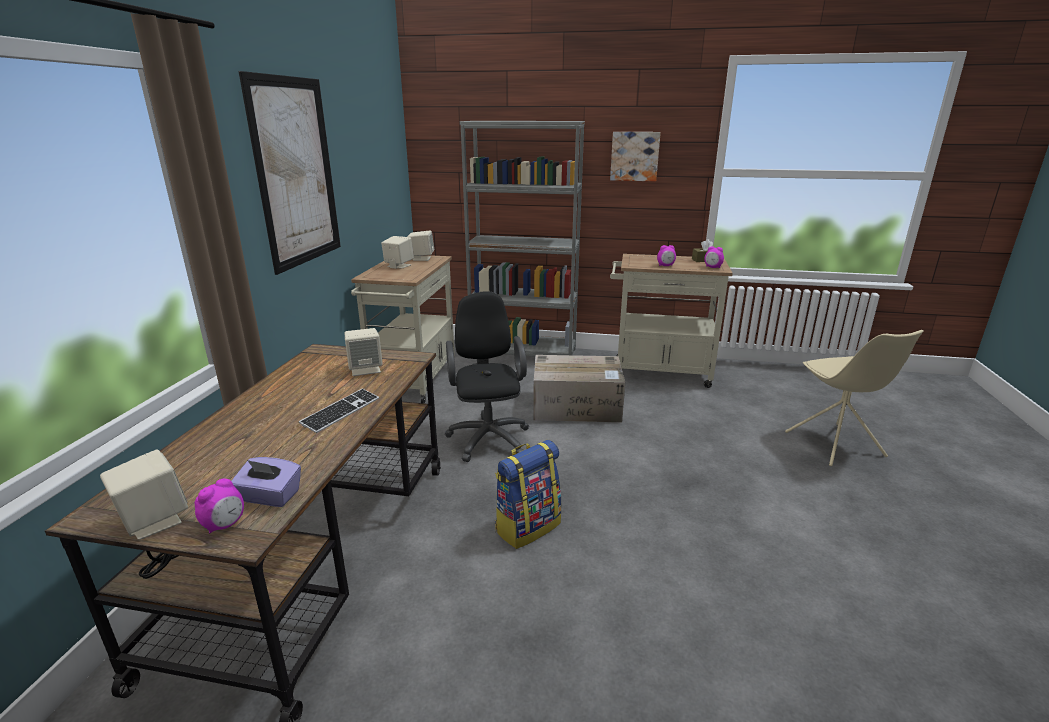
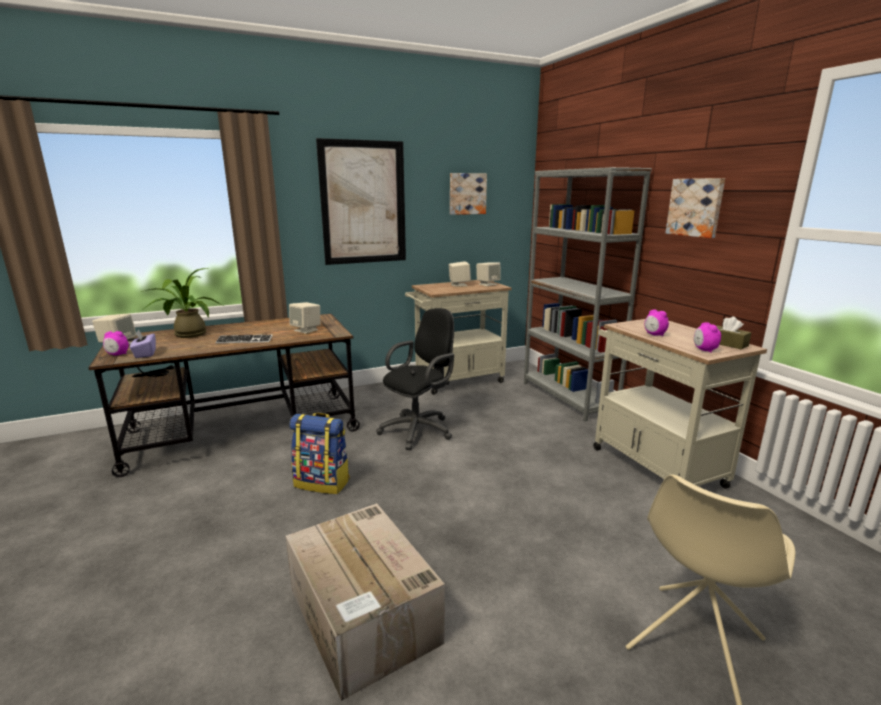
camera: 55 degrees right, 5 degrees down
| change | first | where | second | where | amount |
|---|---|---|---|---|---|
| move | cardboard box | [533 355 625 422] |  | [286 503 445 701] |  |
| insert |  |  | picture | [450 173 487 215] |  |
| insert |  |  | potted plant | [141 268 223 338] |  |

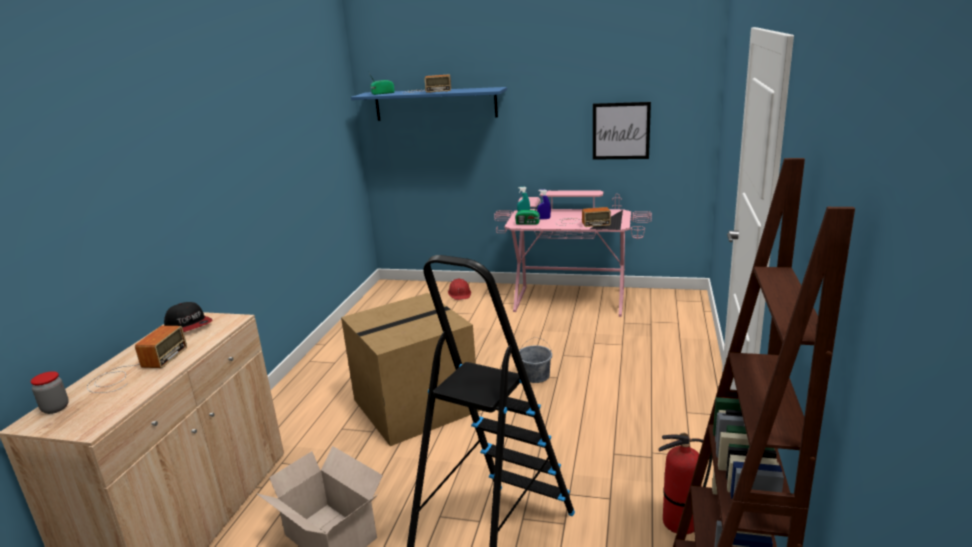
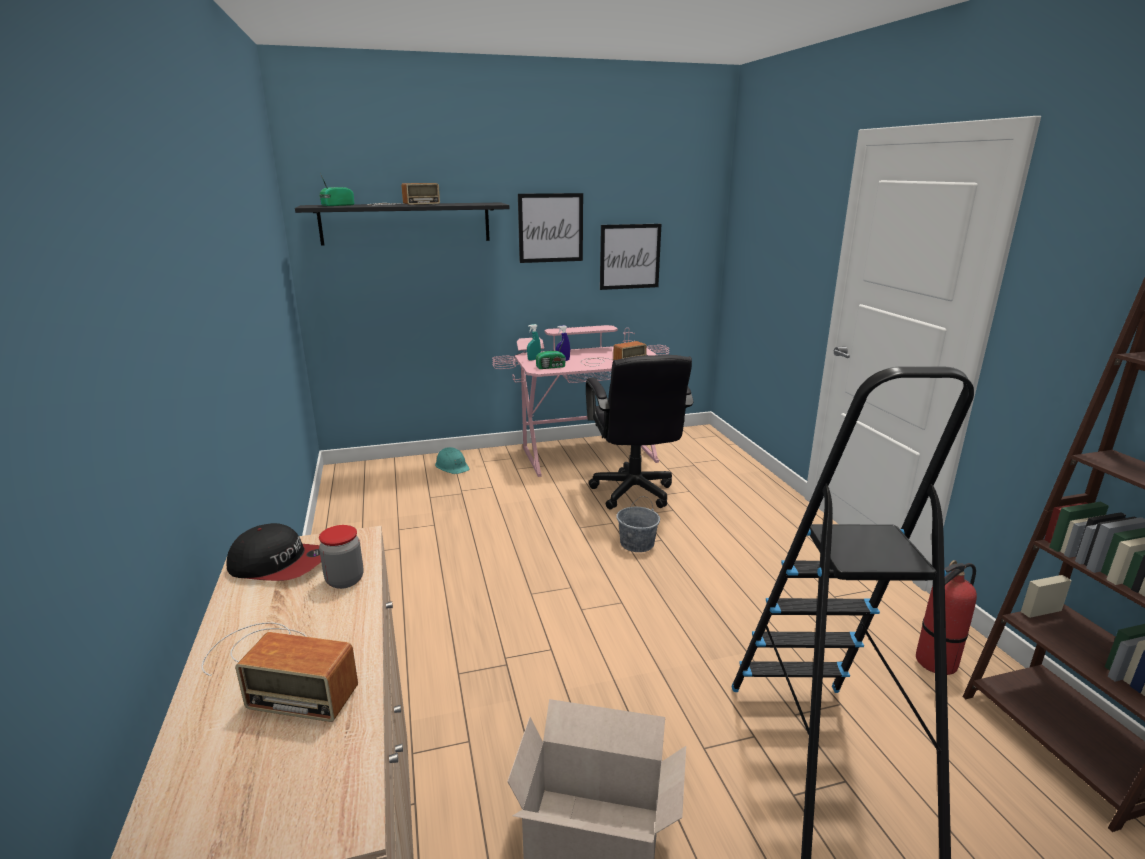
camera: 30 degrees left, 0 degrees up
| change | first | where | second | where | amount |
|---|---|---|---|---|---|
| recolor | blue shelf | [351 87 507 121] | black shelf | [295 203 509 245] |  |
| recolor | red hard hat | [448 278 471 300] | turquoise hard hat | [435 447 470 474] |  |
| delete | cardboard box | [341 293 480 446] |  |  |  |
| rotate | radio | [87 326 187 393] |  | [201 622 358 722] | 120 degrees clockwise |
| move | jar | [30 371 69 414] |  | [319 525 363 589] |  |
| insert |  |  | picture | [518 193 583 263] |  |
| insert |  |  | black office chair | [586 355 693 509] |  |

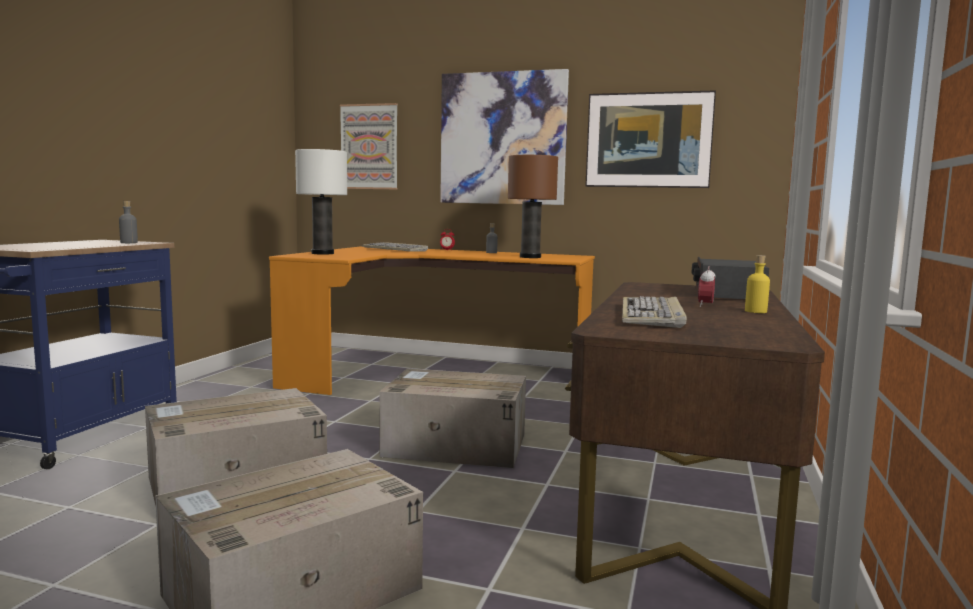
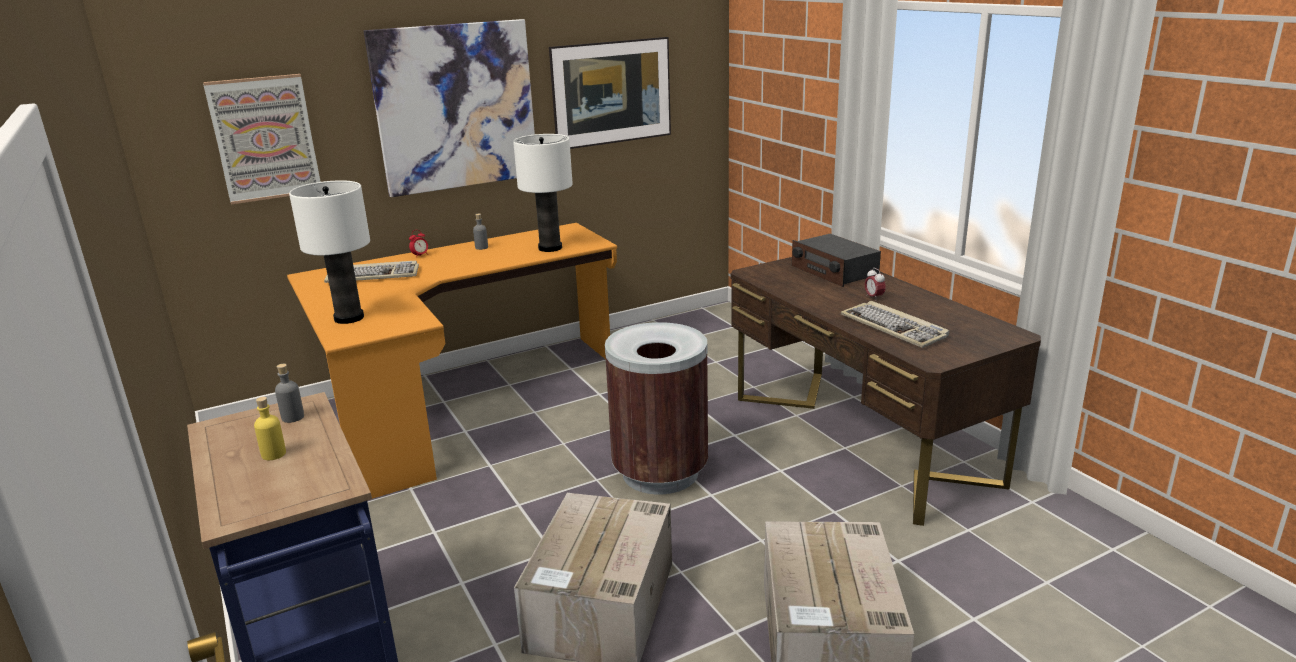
camera: 45 degrees left, 15 degrees up
| change | first | where | second | where | amount |
|---|---|---|---|---|---|
| recolor | brown table lamp | [508 155 558 258] | white table lamp | [513 134 573 252] |  |
| move | yellow bottle | [745 255 770 313] |  | [254 397 286 460] |  |
| replace | cardboard box | [379 369 526 468] | brown trash can | [605 322 708 494] |  |

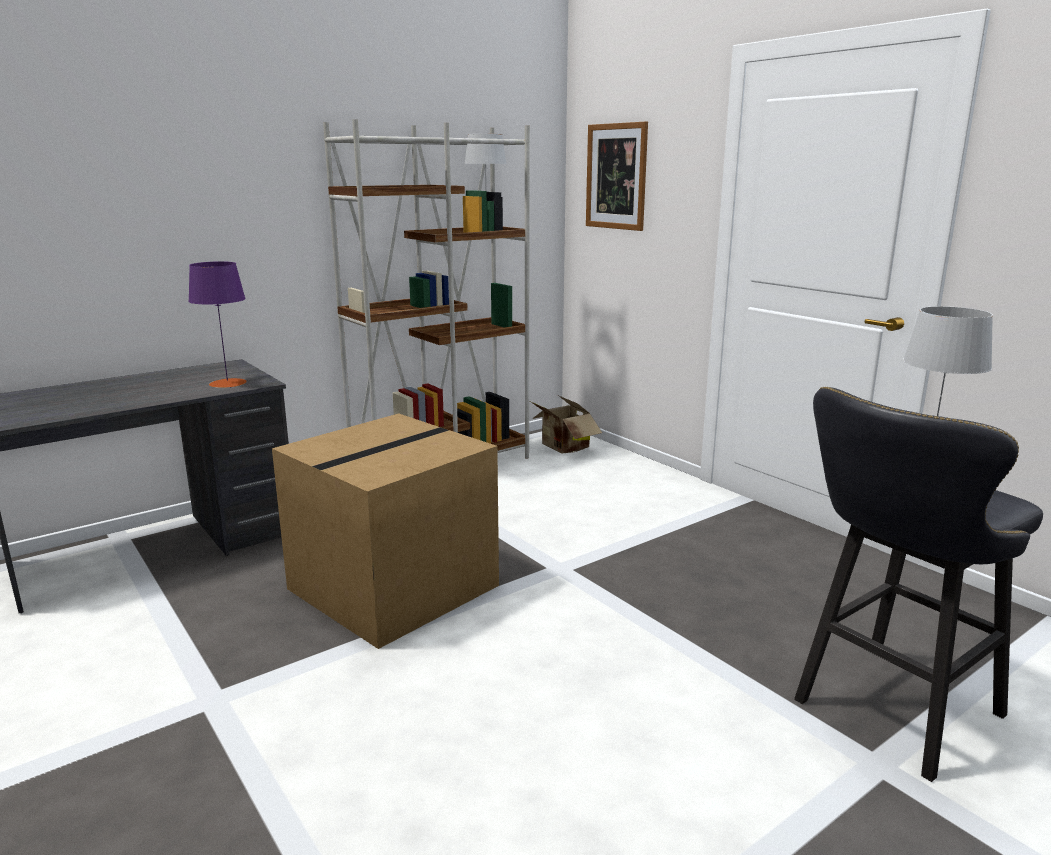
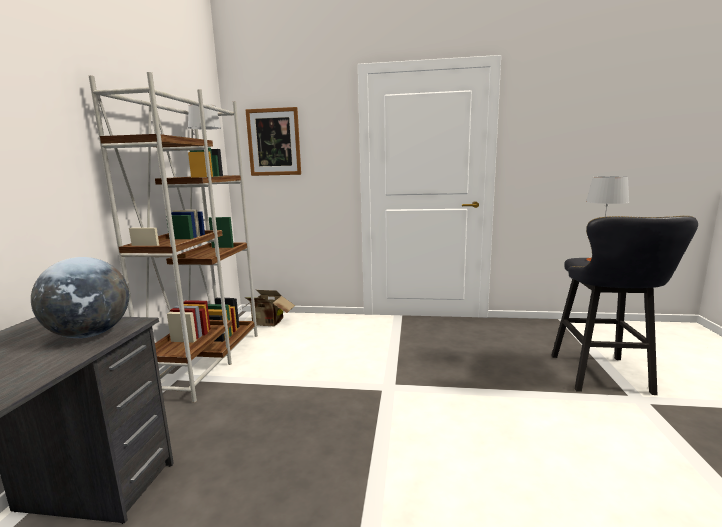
camera: 45 degrees left, 5 degrees down
| change | first | where | second | where | amount |
|---|---|---|---|---|---|
| replace | purple table lamp | [188 261 247 388] | globe | [31 257 129 338] |  |
| delete | cardboard box | [272 413 499 649] |  |  |  |

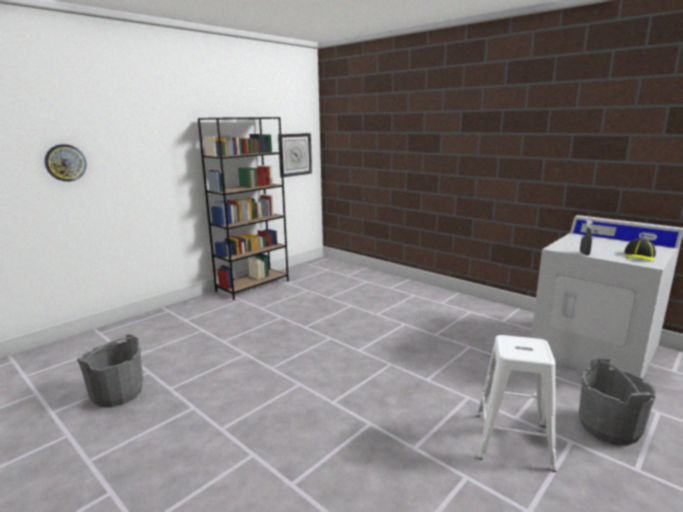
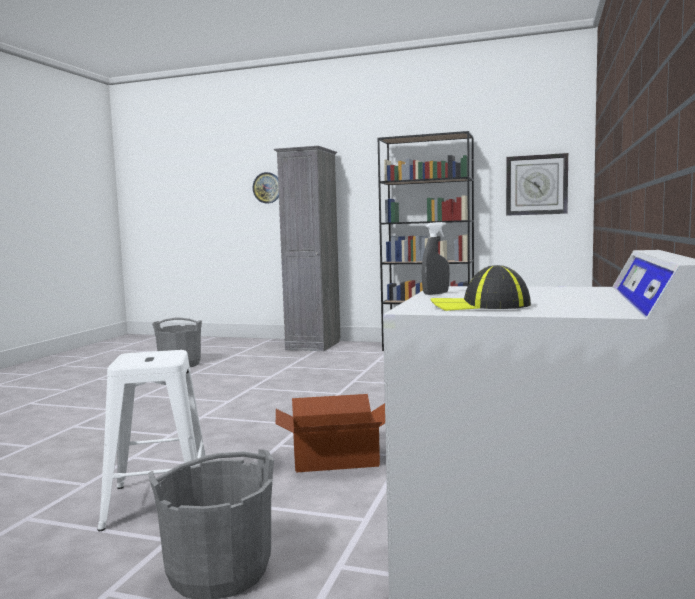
camera: 65 degrees right, 10 degrees down
| change | first | where | second | where | amount |
|---|---|---|---|---|---|
| insert |  |  | grey cabinet | [274 146 340 351] |  |
| insert |  |  | cardboard box | [276 394 385 473] |  |

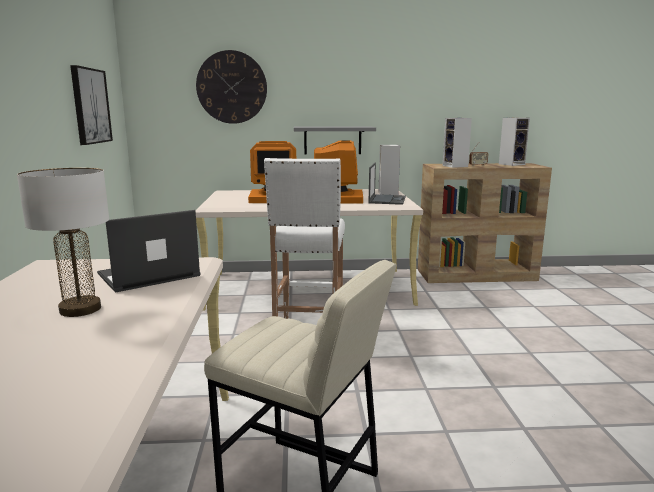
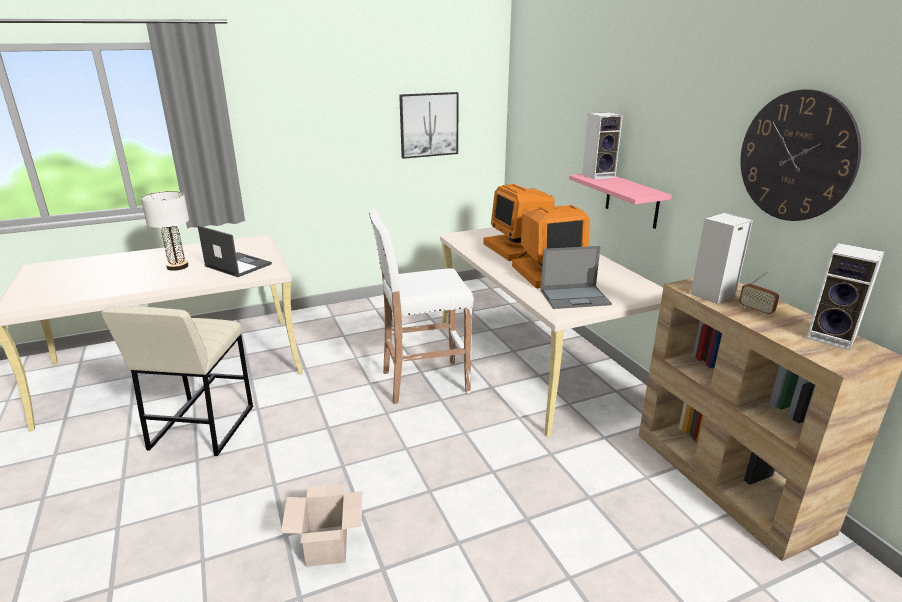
camera: 70 degrees right, 10 degrees up
| change | first | where | second | where | amount |
|---|---|---|---|---|---|
| move | wall clock | [196 50 267 124] |  | [740 89 861 221] |  |
| recolor | grey shelf | [294 126 376 154] | pink shelf | [569 174 672 229] |  |
| move | speaker | [379 145 400 195] |  | [582 112 623 179] |  |
| insert |  |  | cardboard box | [281 484 362 567] |  |

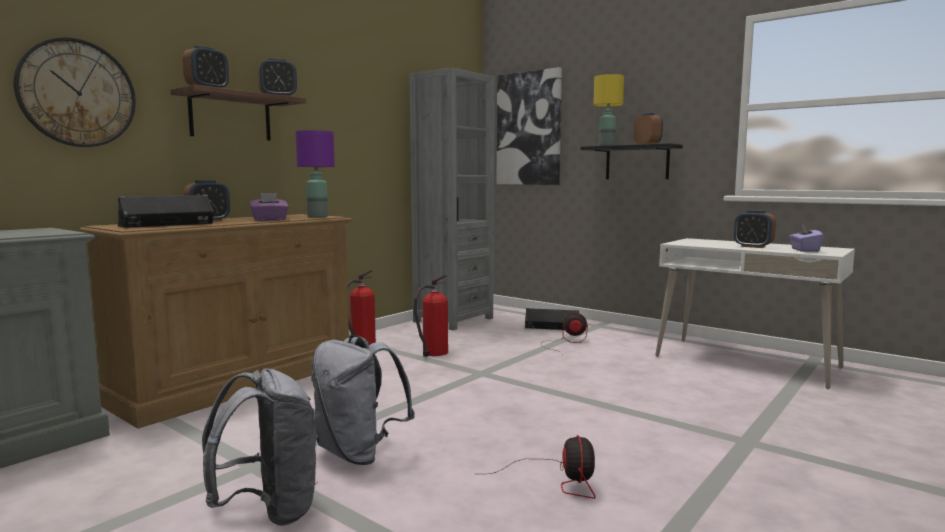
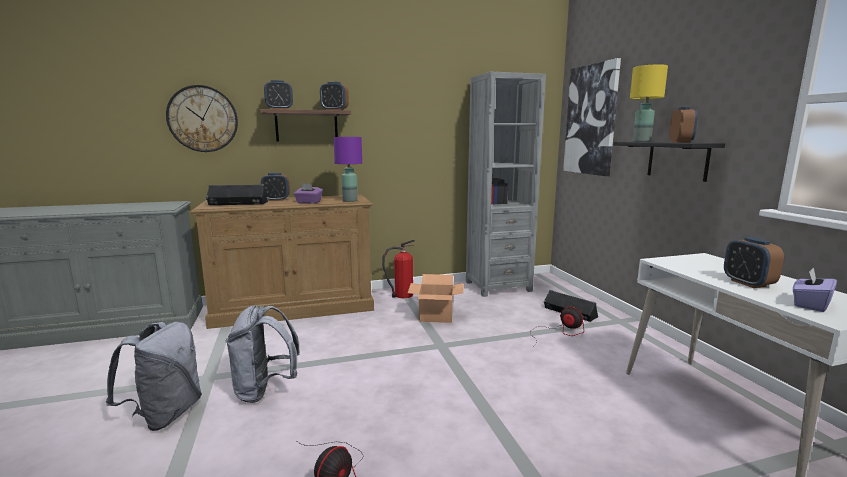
camera: 35 degrees right, 5 degrees up
| change | first | where | second | where | amount |
|---|---|---|---|---|---|
| replace | fire extinguisher | [414 275 448 357] | cardboard box | [408 274 463 323] |  |

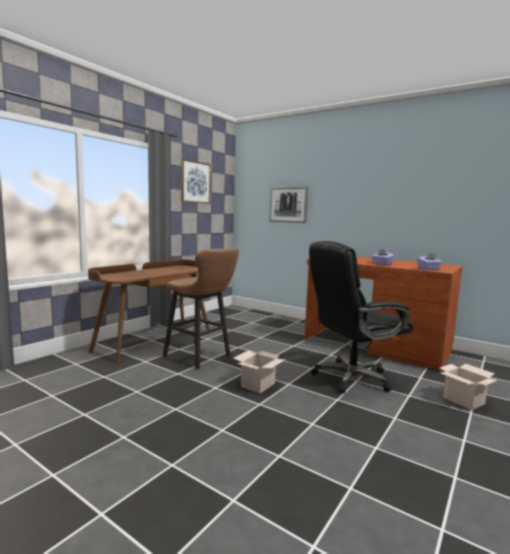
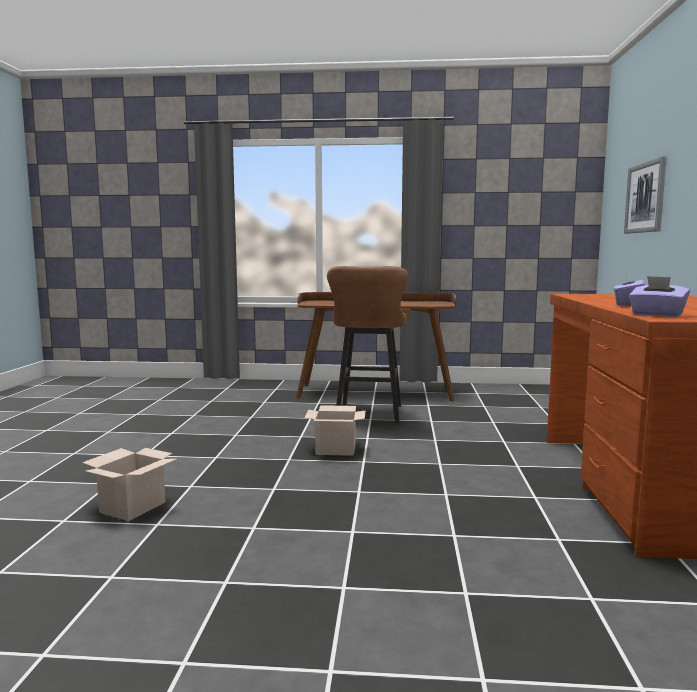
camera: 60 degrees right, 0 degrees up
| change | first | where | second | where | amount |
|---|---|---|---|---|---|
| delete | picture | [181 159 211 204] |  |  |  |
| delete | black office chair | [309 241 413 394] |  |  |  |
| move | cardboard box | [440 364 498 410] |  | [82 448 177 521] |  |

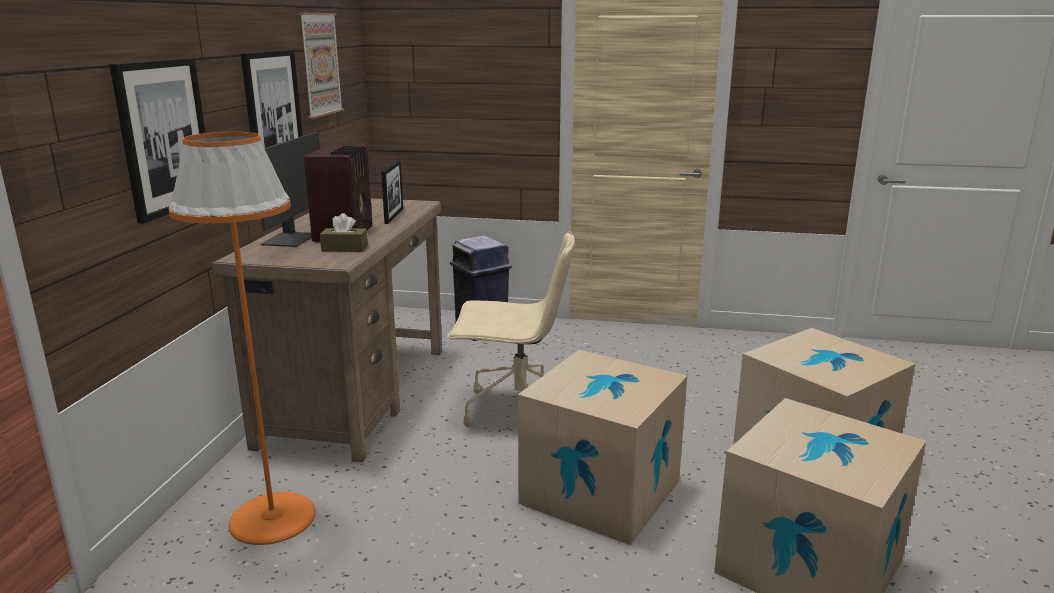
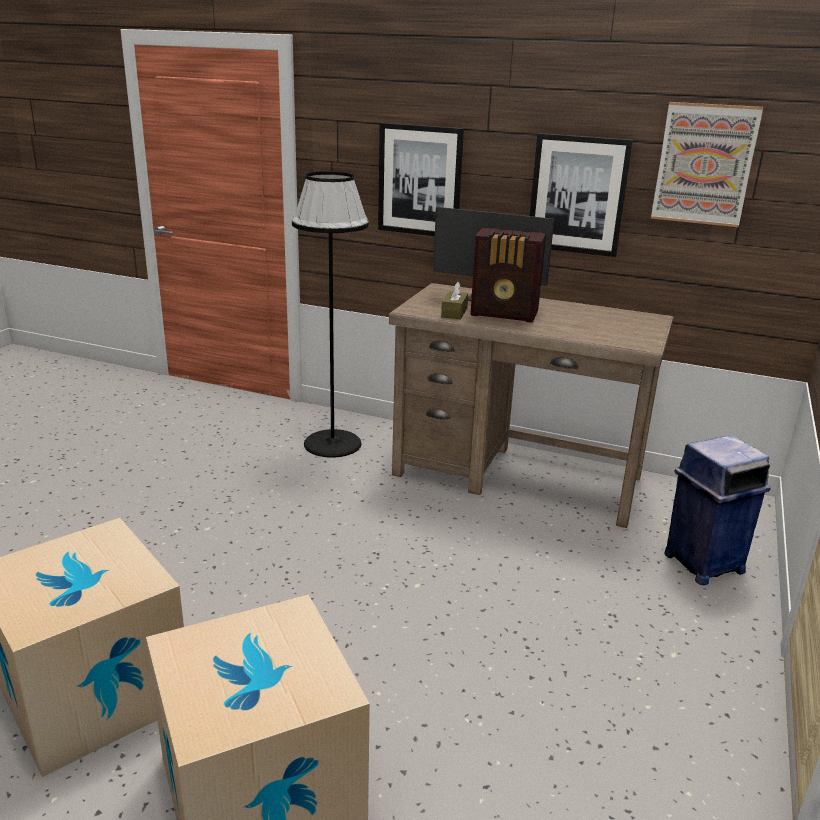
camera: 100 degrees right, 5 degrees up
| change | first | where | second | where | amount |
|---|---|---|---|---|---|
| recolor | orange floor lamp | [168 132 316 545] | black floor lamp | [292 171 369 458] |  |
| delete | picture frame | [381 160 403 224] |  |  |  |
| delete | beige office chair | [447 231 575 427] |  |  |  |
| delete | cardboard box | [518 350 687 545] |  |  |  |

